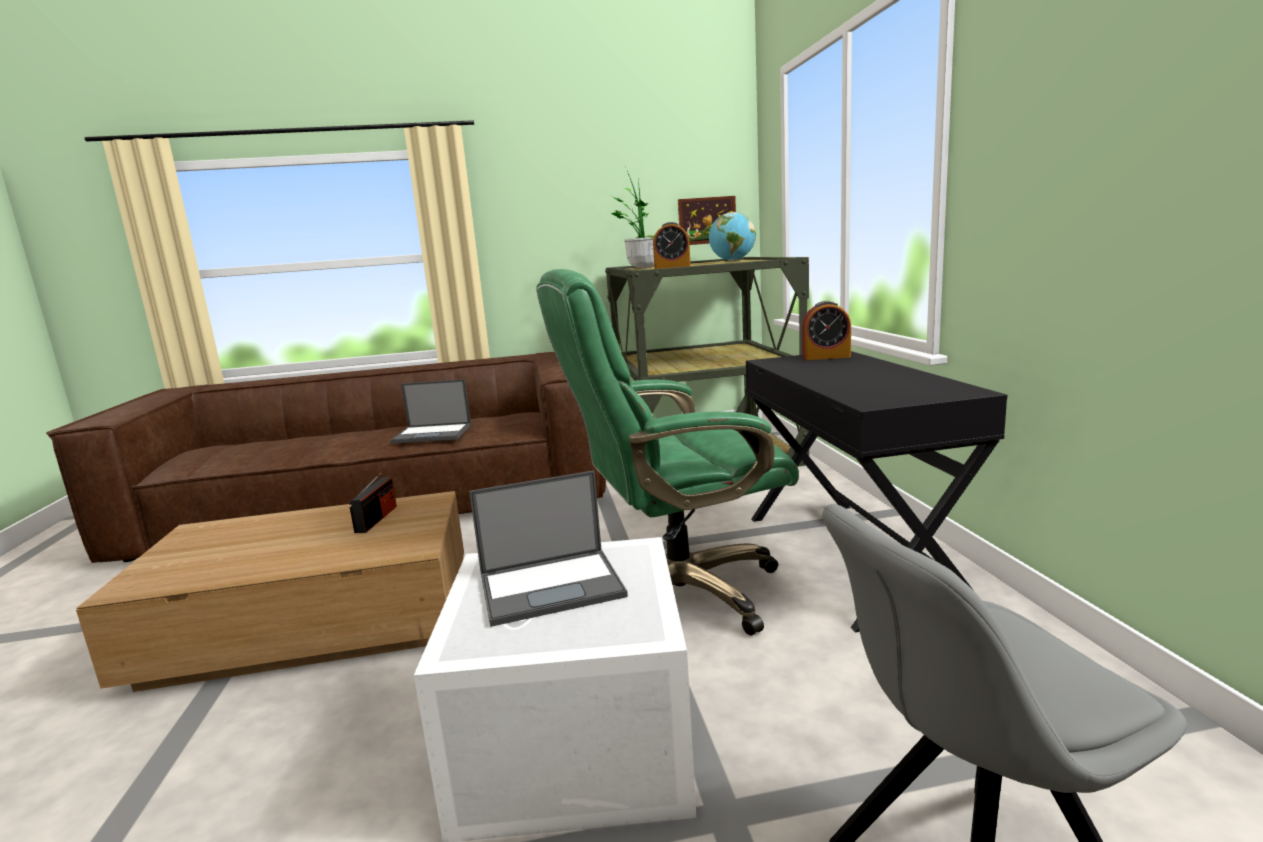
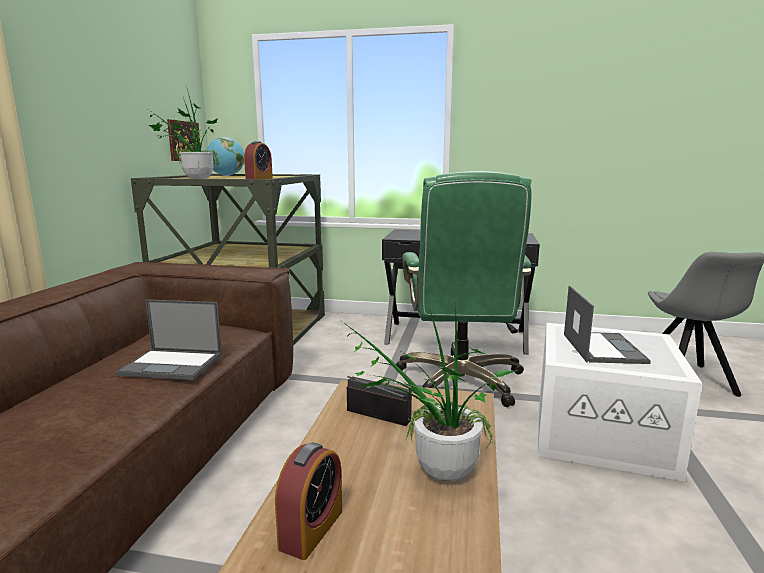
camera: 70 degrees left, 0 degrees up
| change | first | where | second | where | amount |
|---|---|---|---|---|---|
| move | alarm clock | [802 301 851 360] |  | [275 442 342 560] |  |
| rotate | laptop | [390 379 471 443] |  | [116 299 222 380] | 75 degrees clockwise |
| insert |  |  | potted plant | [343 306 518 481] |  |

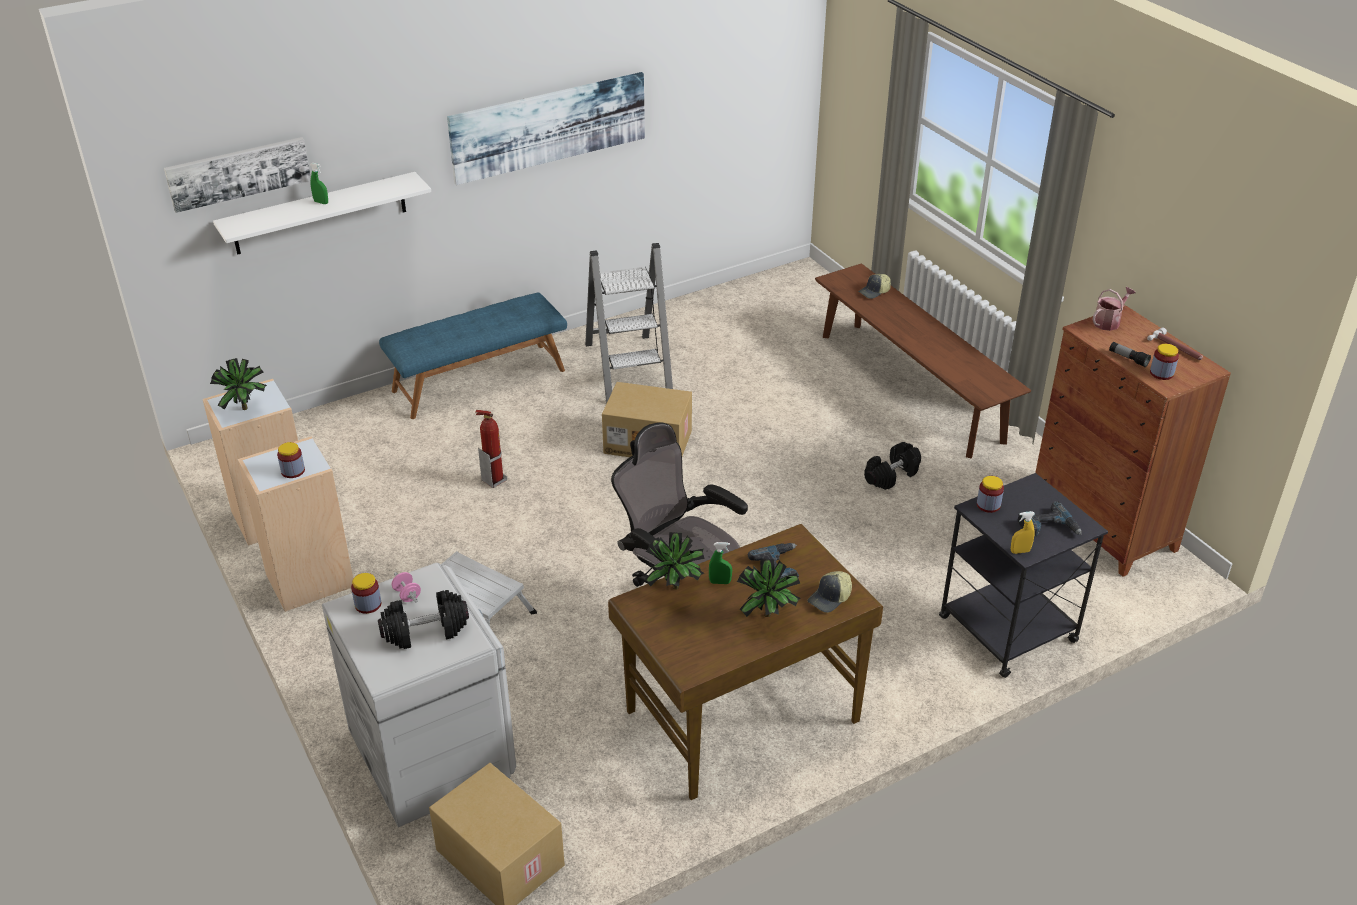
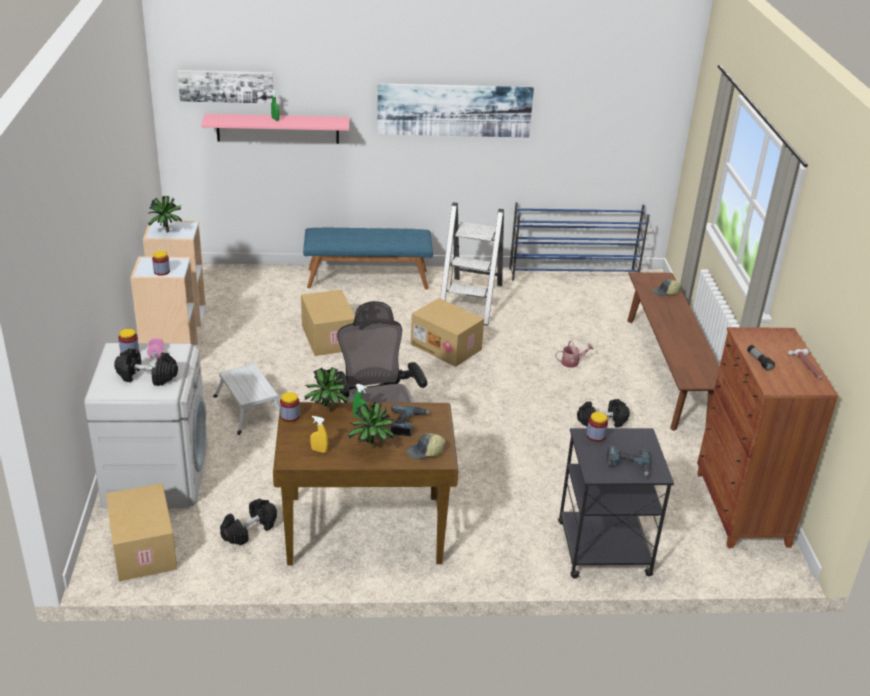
camera: 25 degrees right, 5 degrees down
| change | first | where | second | where | amount |
|---|---|---|---|---|---|
| recolor | white shelf | [213 172 431 255] | pink shelf | [201 114 349 144] |  |
| move | watering can | [1092 287 1136 331] |  | [555 340 594 368] |  |
| move | jar | [1150 344 1179 380] |  | [280 392 300 422] |  |
| replace | fire extinguisher | [476 410 507 488] | cardboard box | [301 290 355 356] |  |
| move | yellow spray bottle | [1011 511 1035 554] |  | [310 416 328 453] |  |
| insert |  |  | blue shoe rack | [509 202 650 281] |  |
| insert |  |  | black dumbbell | [220 499 277 546] |  |

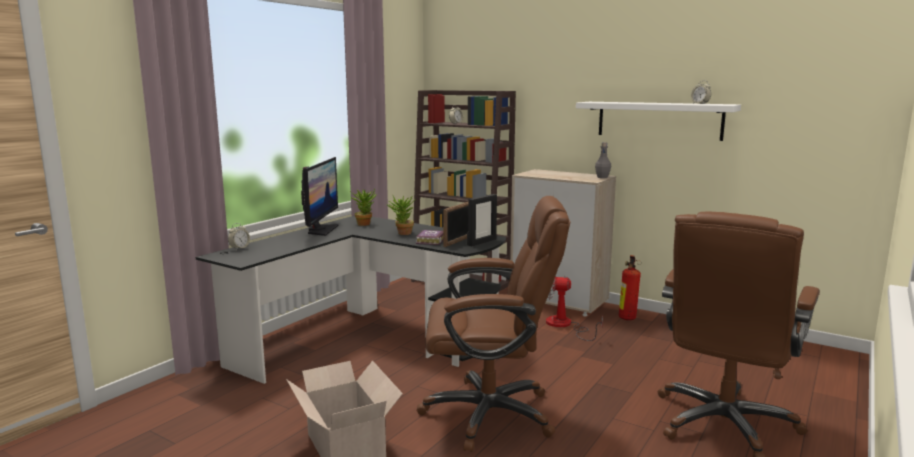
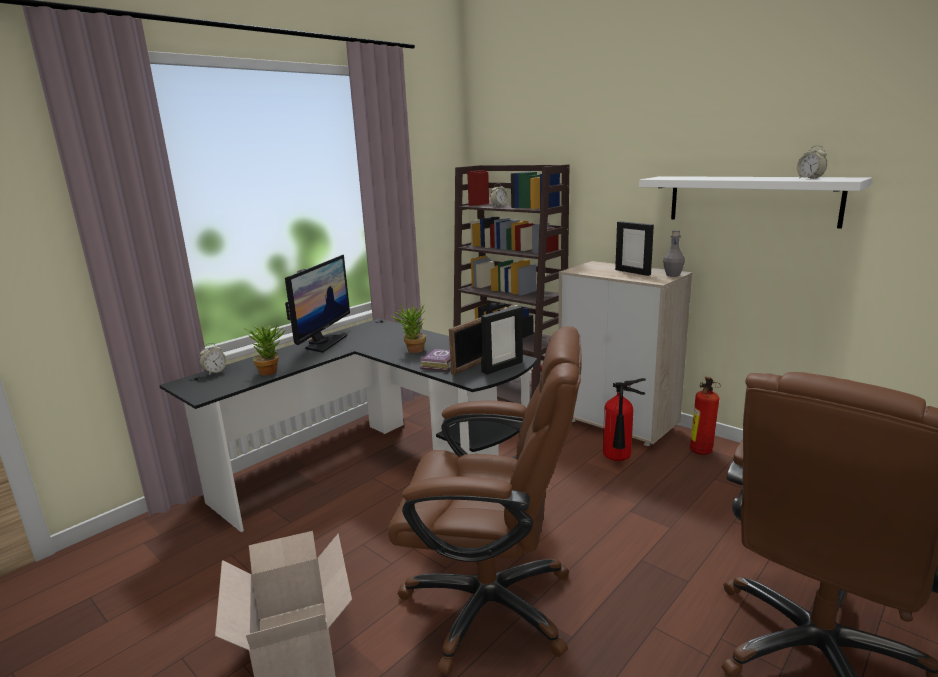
camera: 10 degrees right, 5 degrees up
| change | first | where | second | where | amount |
|---|---|---|---|---|---|
| move | potted plant | [349 189 376 226] |  | [243 325 285 376] |  |
| replace | fan | [546 275 603 341] | fire extinguisher | [603 378 646 461] |  |
| insert |  |  | picture frame | [615 221 654 276] |  |

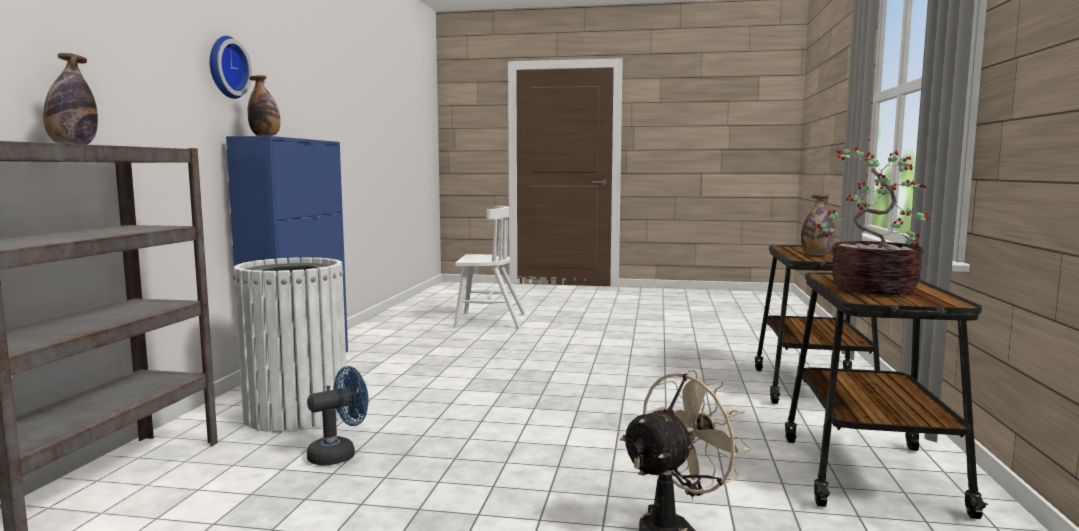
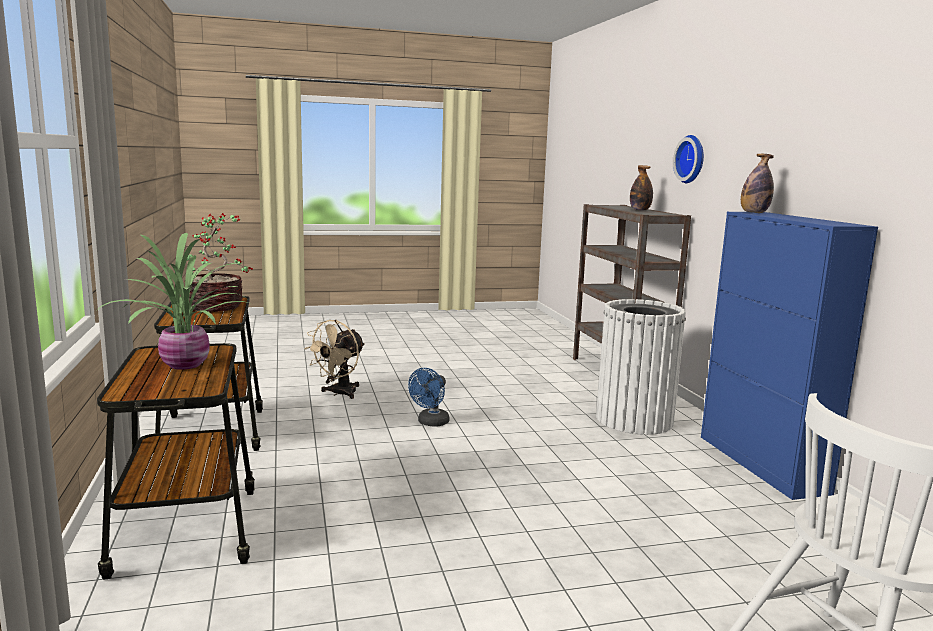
camera: 155 degrees right, 5 degrees up
| change | first | where | second | where | amount |
|---|---|---|---|---|---|
| move | wall clock | [209 36 252 99] |  | [673 135 704 183] |  |
| replace | bottle | [801 195 835 255] | potted plant | [95 233 252 370] |  |
| move | blue fan | [307 366 368 466] |  | [408 368 450 427] |  |

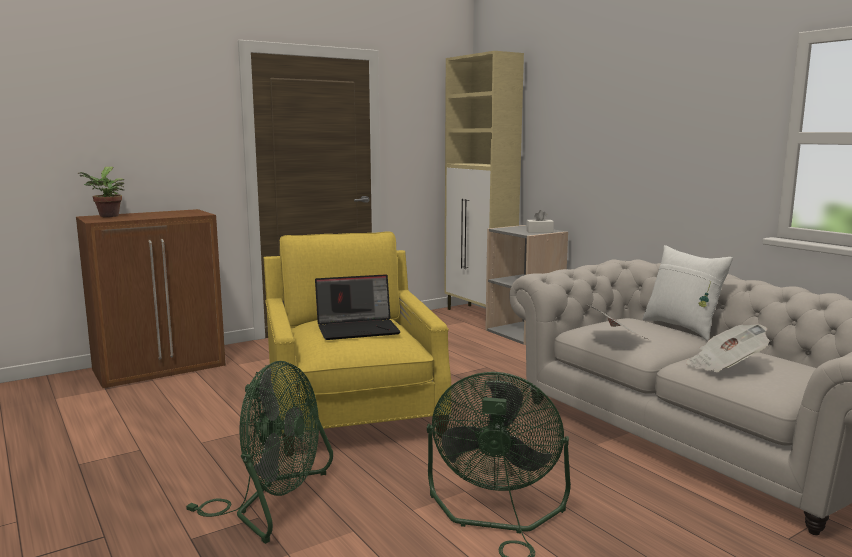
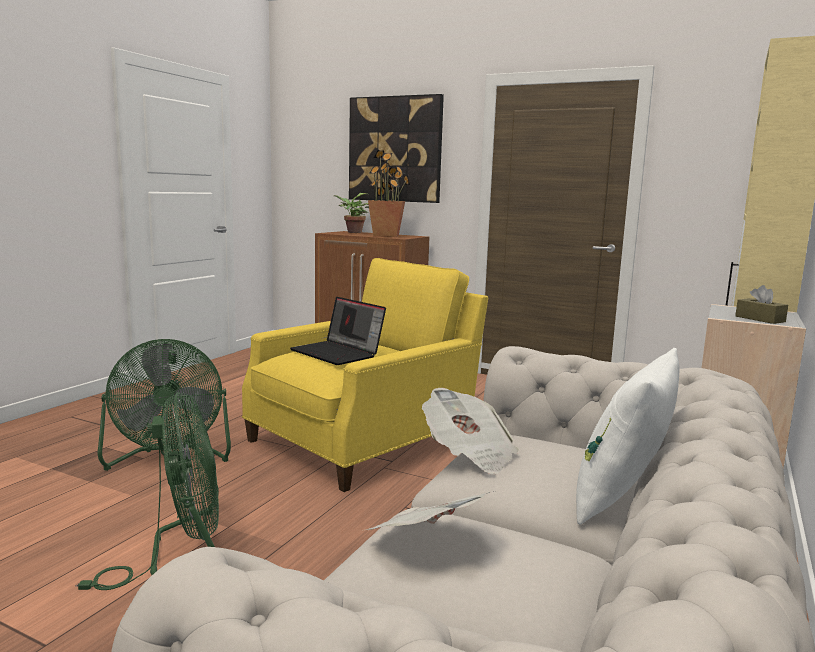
camera: 60 degrees right, 0 degrees up
| change | first | where | second | where | amount |
|---|---|---|---|---|---|
| recolor | white tissue box | [526 210 554 232] | brown tissue box | [735 285 788 324] |  |
| insert |  |  | picture | [349 94 444 203] |  |
| insert |  |  | potted plant | [368 150 410 237] |  |

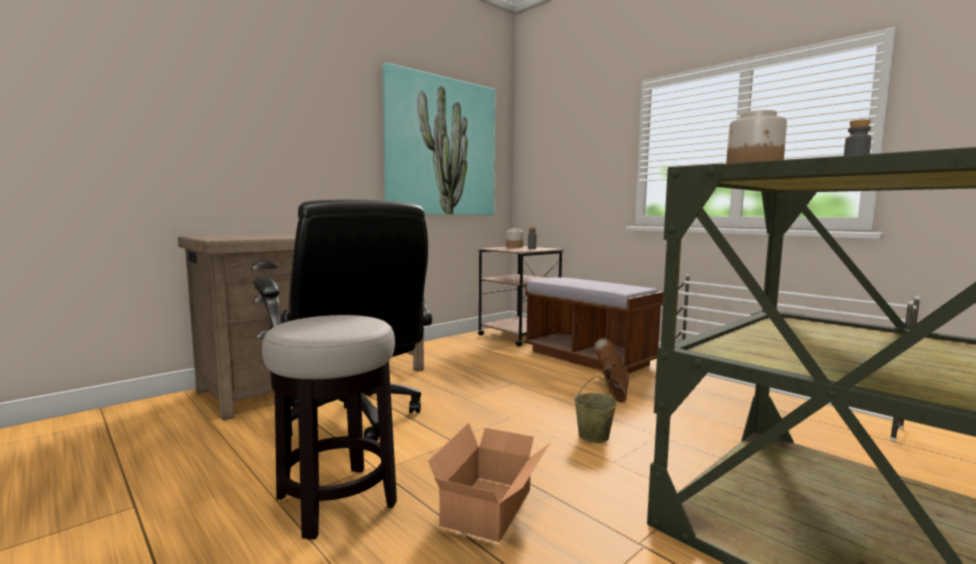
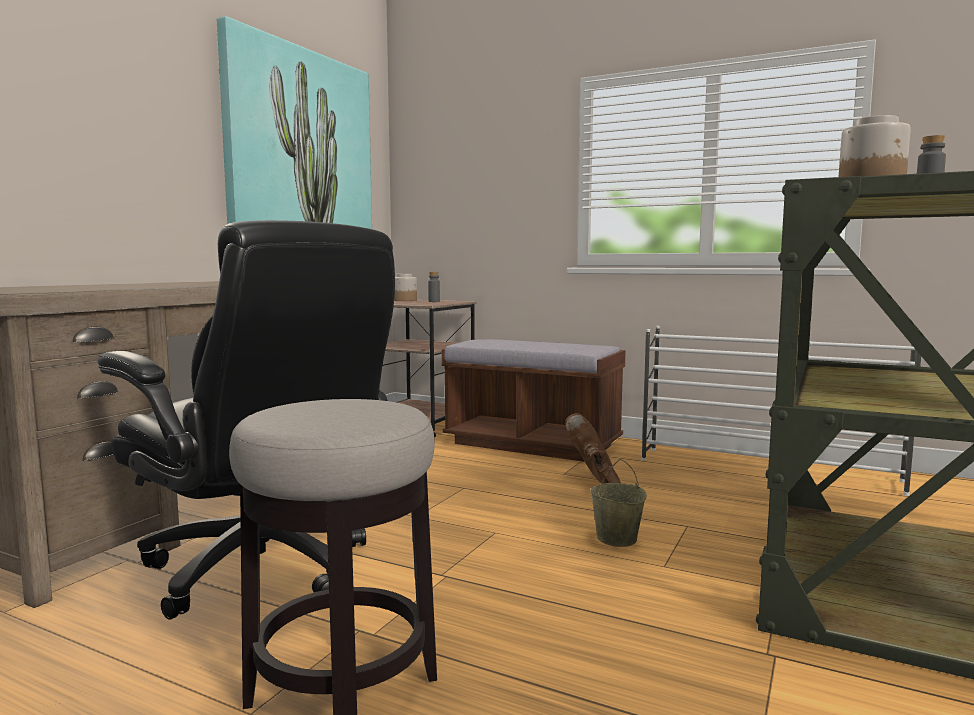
camera: 20 degrees left, 0 degrees up
| change | first | where | second | where | amount |
|---|---|---|---|---|---|
| delete | cardboard box | [428 423 550 542] |  |  |  |

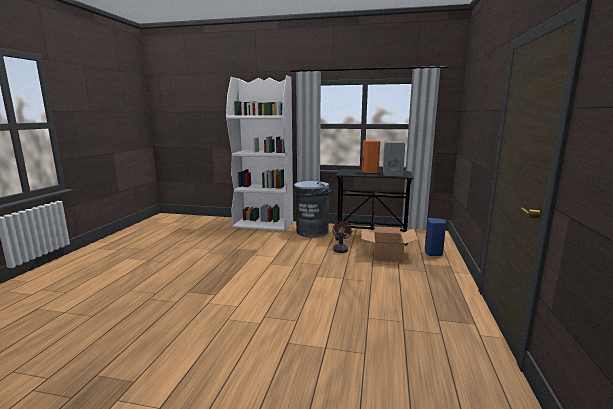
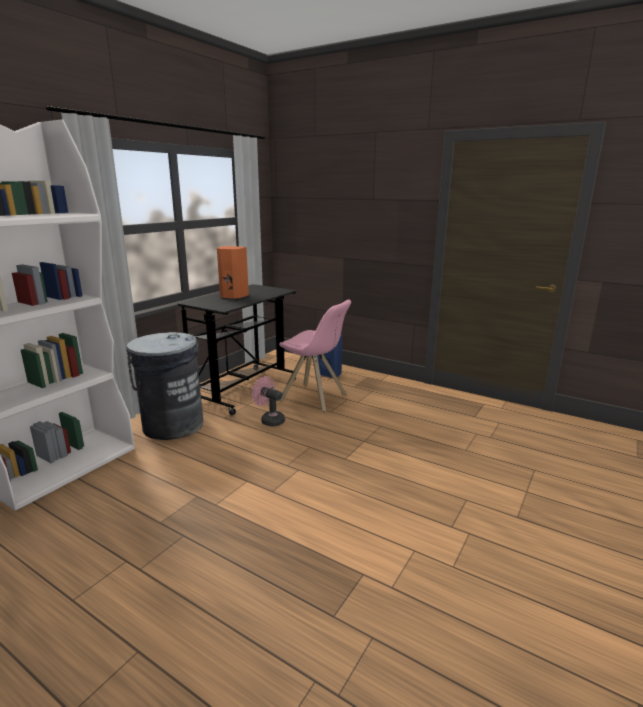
camera: 70 degrees left, 5 degrees up
| change | first | where | second | where | amount |
|---|---|---|---|---|---|
| delete | grey speaker | [383 141 405 176] |  |  |  |
| recolor | brown fan | [333 220 352 253] | pink fan | [252 376 285 427] |  |
| replace | cardboard box | [361 226 418 262] | pink chair | [279 300 351 412] |  |

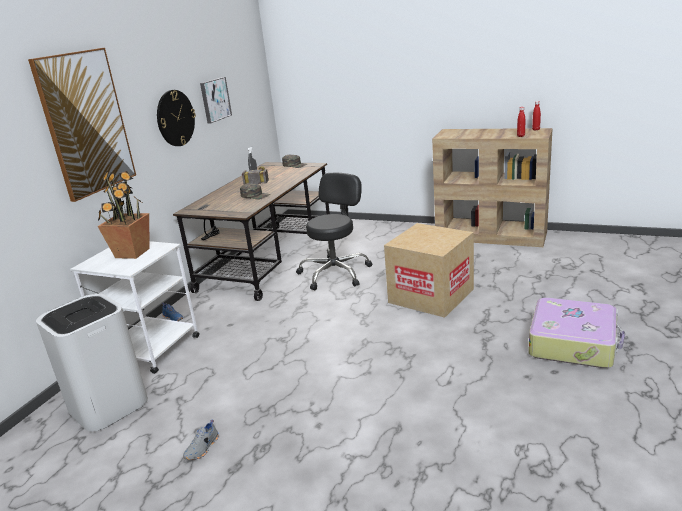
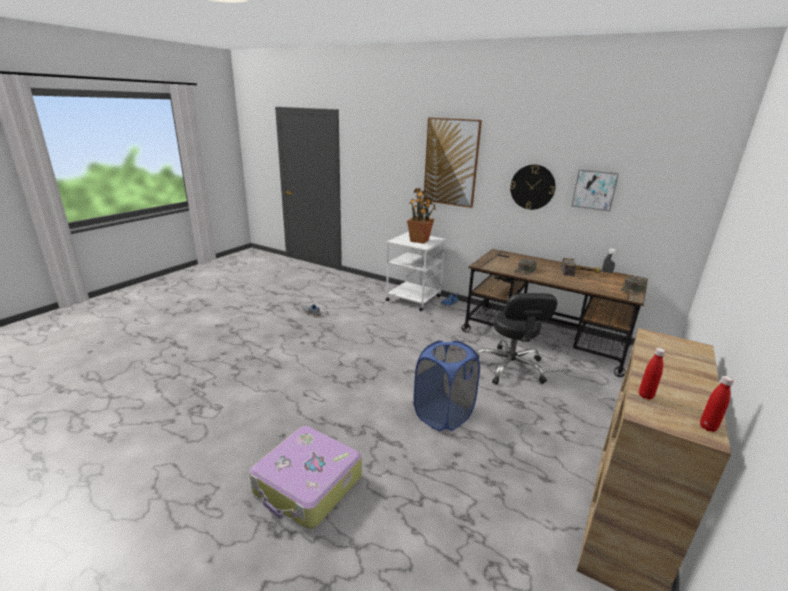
camera: 95 degrees right, 0 degrees up
| change | first | where | second | where | amount |
|---|---|---|---|---|---|
| rotate | black office chair | [296 173 372 290] |  | [477 293 557 385] | 45 degrees clockwise |
| replace | cardboard box | [384 223 474 318] | blue laundry basket | [414 341 480 431] |  |
| delete | white trash can | [36 293 148 431] |  |  |  |

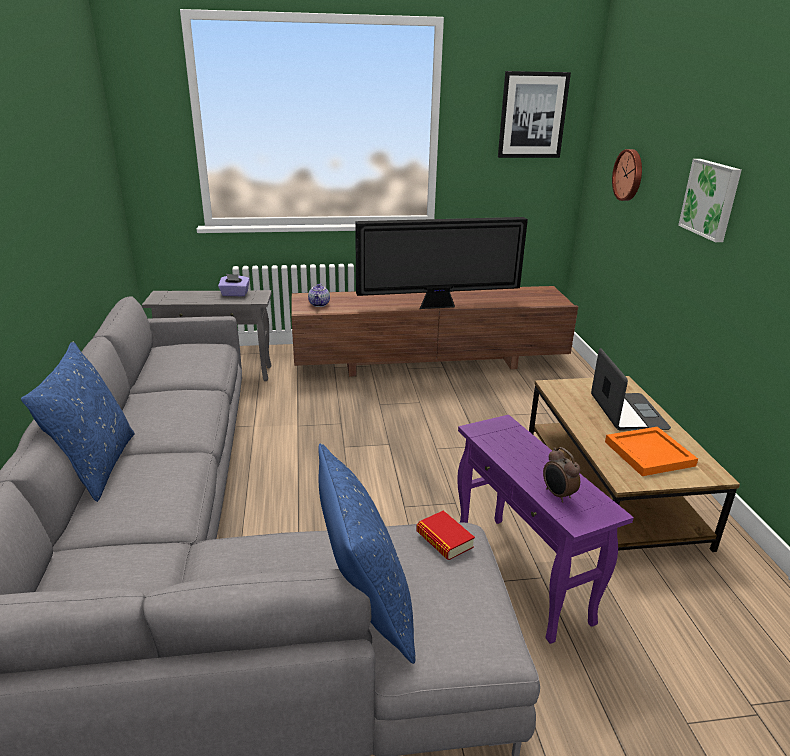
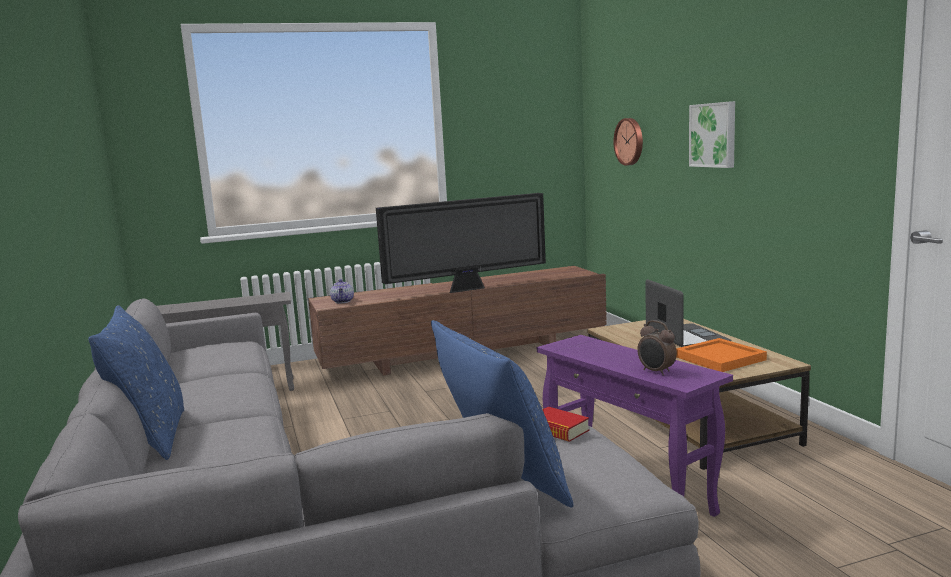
camera: 10 degrees left, 15 degrees down
| change | first | where | second | where | amount |
|---|---|---|---|---|---|
| delete | picture | [498 71 571 158] |  |  |  |
| delete | purple tissue box | [218 274 250 296] |  |  |  |

